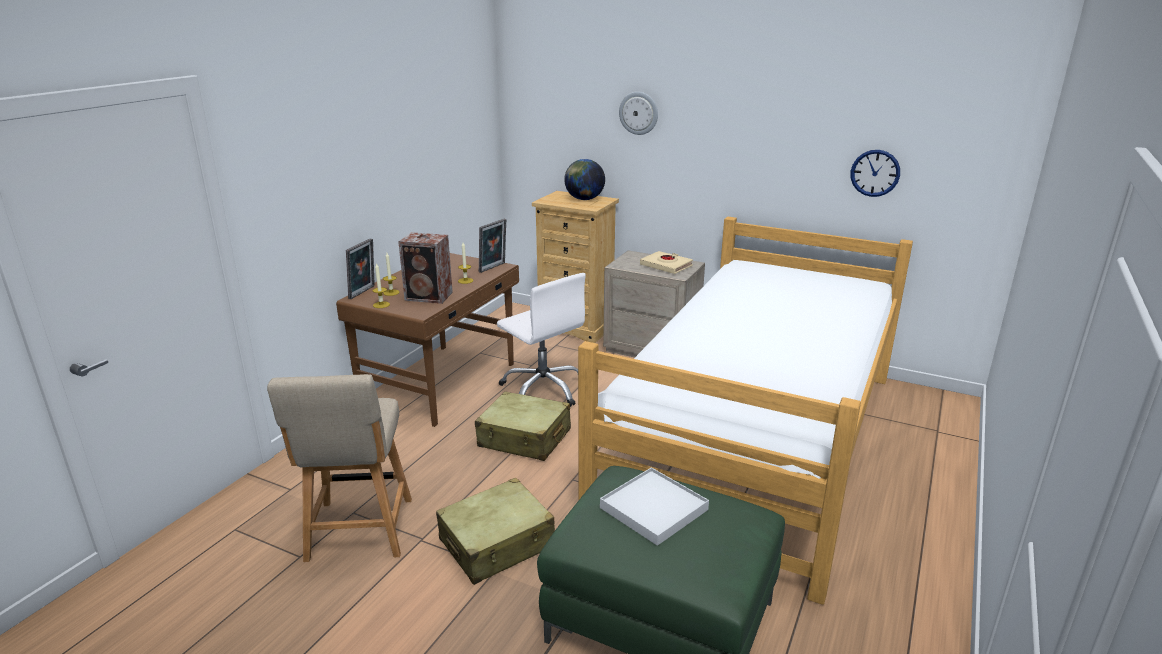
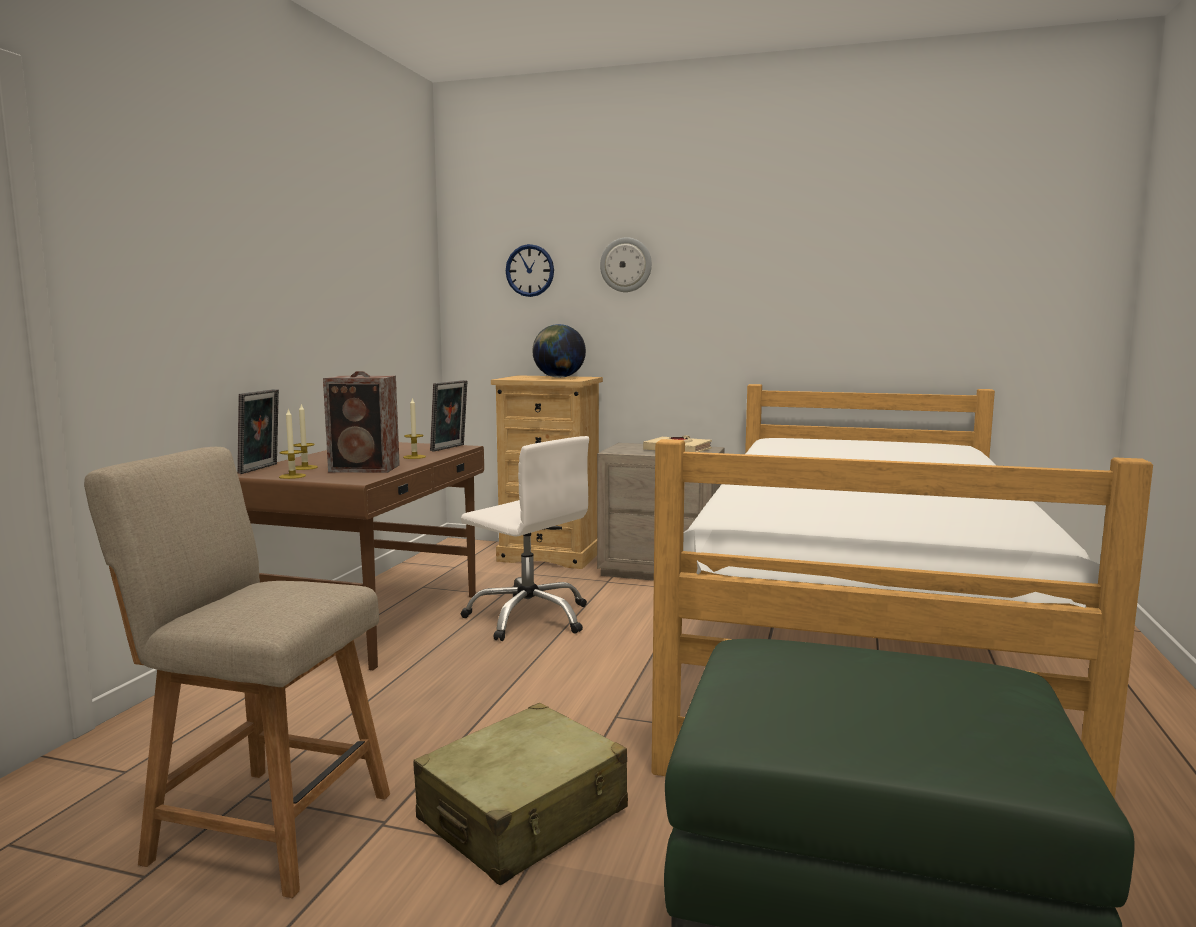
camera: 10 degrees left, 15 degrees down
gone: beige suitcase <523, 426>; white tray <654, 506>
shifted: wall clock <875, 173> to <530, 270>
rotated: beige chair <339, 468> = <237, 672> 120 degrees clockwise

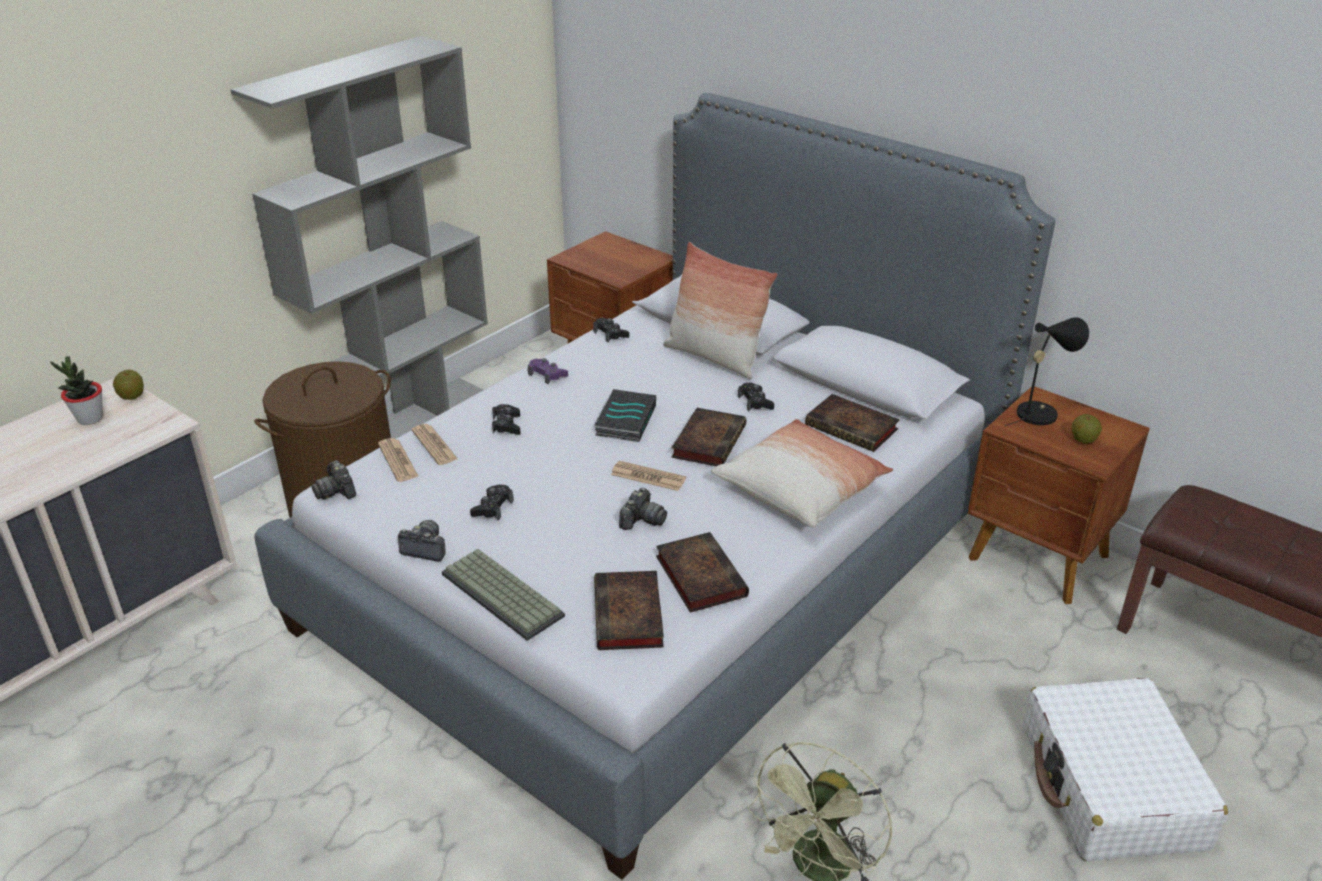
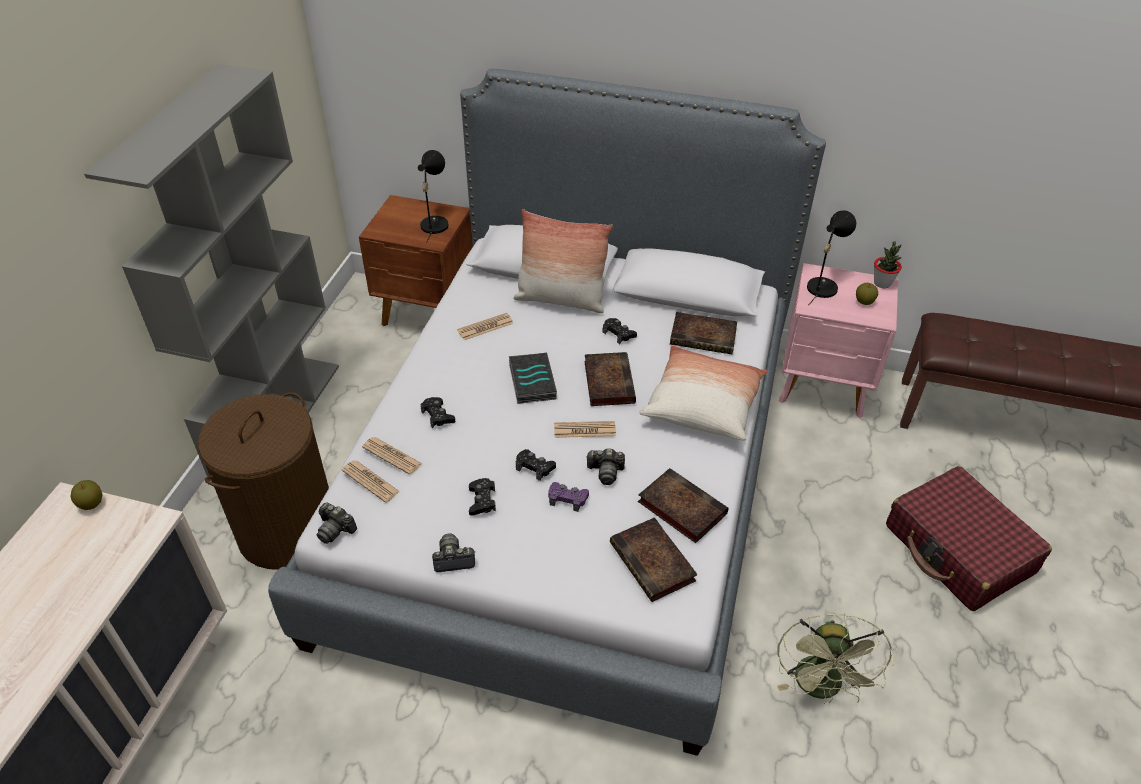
camera: 25 degrees left, 10 degrees up
gone: keyboard <503, 595>
new: black table lamp <433, 196>; newspaper <485, 326>
shifted: potted plant <76, 390> to <888, 264>; purple game controller <548, 371> to <568, 497>; black game controller <611, 330> to <536, 465>
repainted: brown nightstand <1059, 495> to pink nightstand <838, 340>; white suitcase <1125, 769> to red suitcase <969, 538>
rotated: photo camera <643, 509> = <605, 466> 90 degrees clockwise

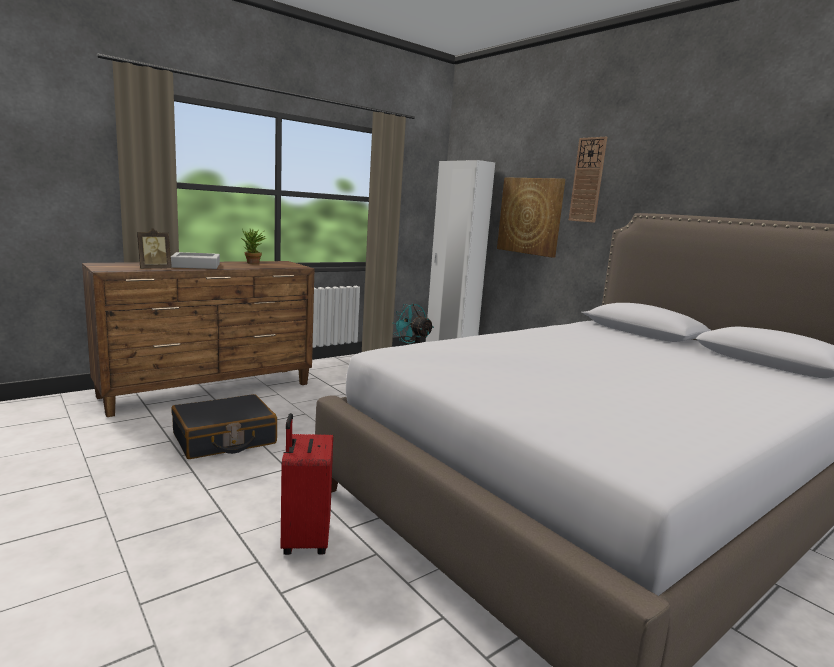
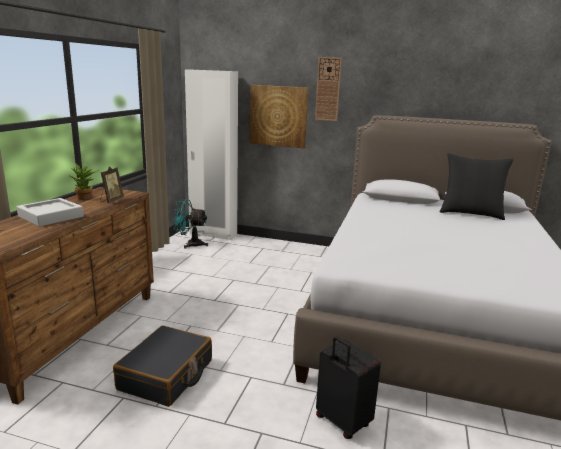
camera: 35 degrees left, 5 degrees up
new: black pillow <477, 186>
shifted: picture frame <154, 248> to <112, 184>
repainted: red suitcase <307, 484> to black suitcase <348, 387>

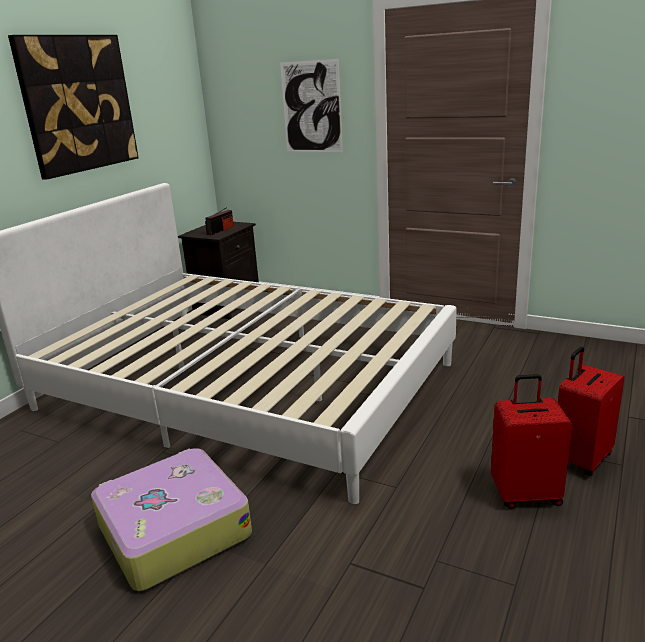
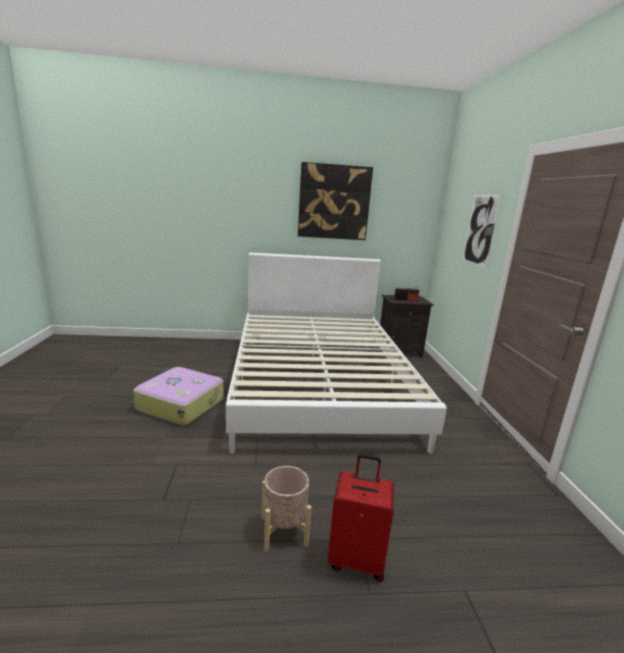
camera: 55 degrees right, 5 degrees down
swapped: red suitcase <531, 441> to beige planter <286, 508>

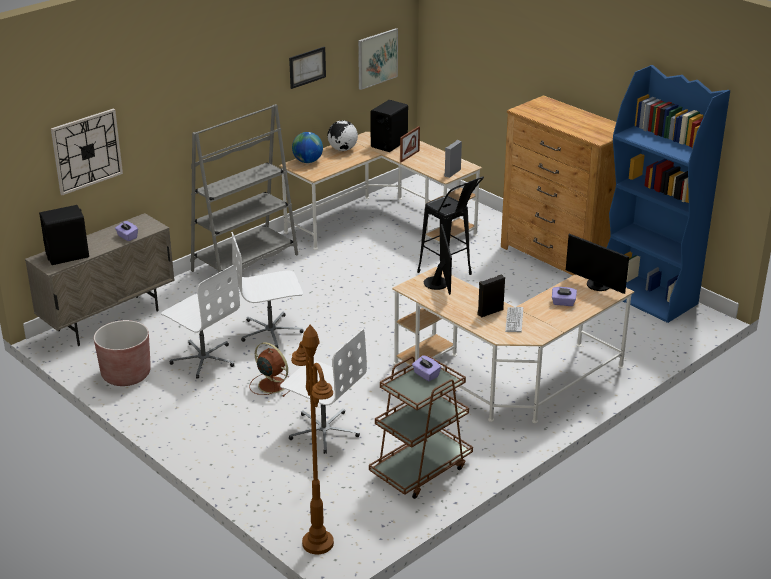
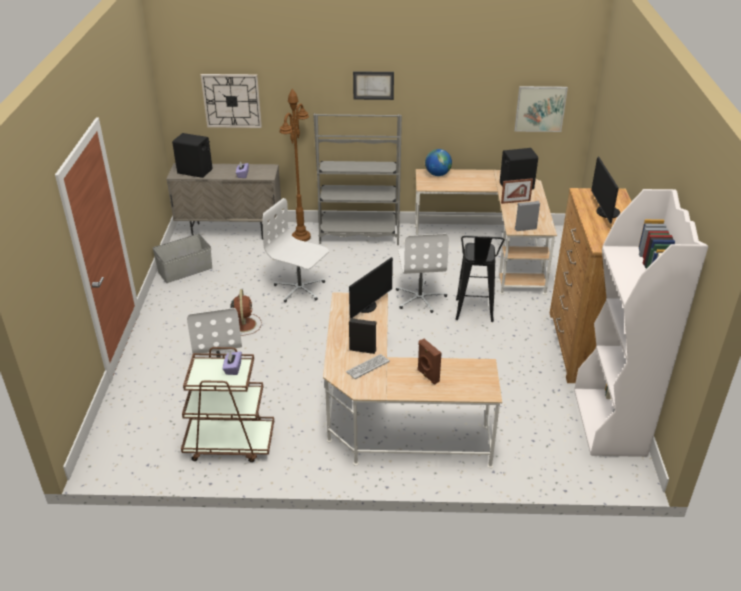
camera: 45 degrees right, 5 degrees up
gone: globe <342, 135>
shifted: white office chair <200, 322> to <422, 273>; picture <307, 68> to <373, 85>; brown floor lamp <312, 440> to <295, 165>; monitor <597, 264> to <605, 190>
swapped: brown planter <122, 353> to grey storage box <182, 258>; purple tissue box <564, 296> to brown speaker <429, 362>
repainted: blue bookcase <668, 194> to white bookcase <641, 323>

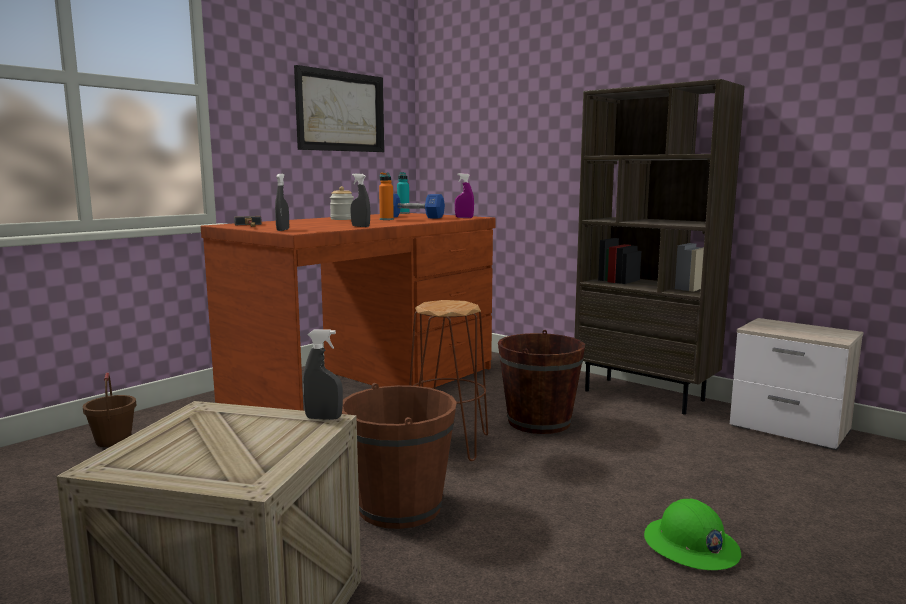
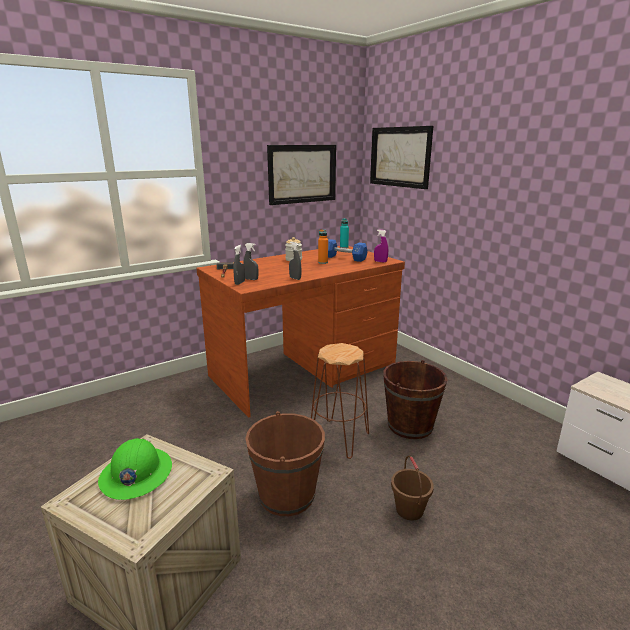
camera: 15 degrees right, 10 degrees up
gone: brown bookcase <659, 247>
new: picture <401, 157>
shifted: brown bucket <109, 409> to <412, 488>; grey spray bottle <322, 374> to <250, 261>; green hard hat <692, 534> to <135, 469>

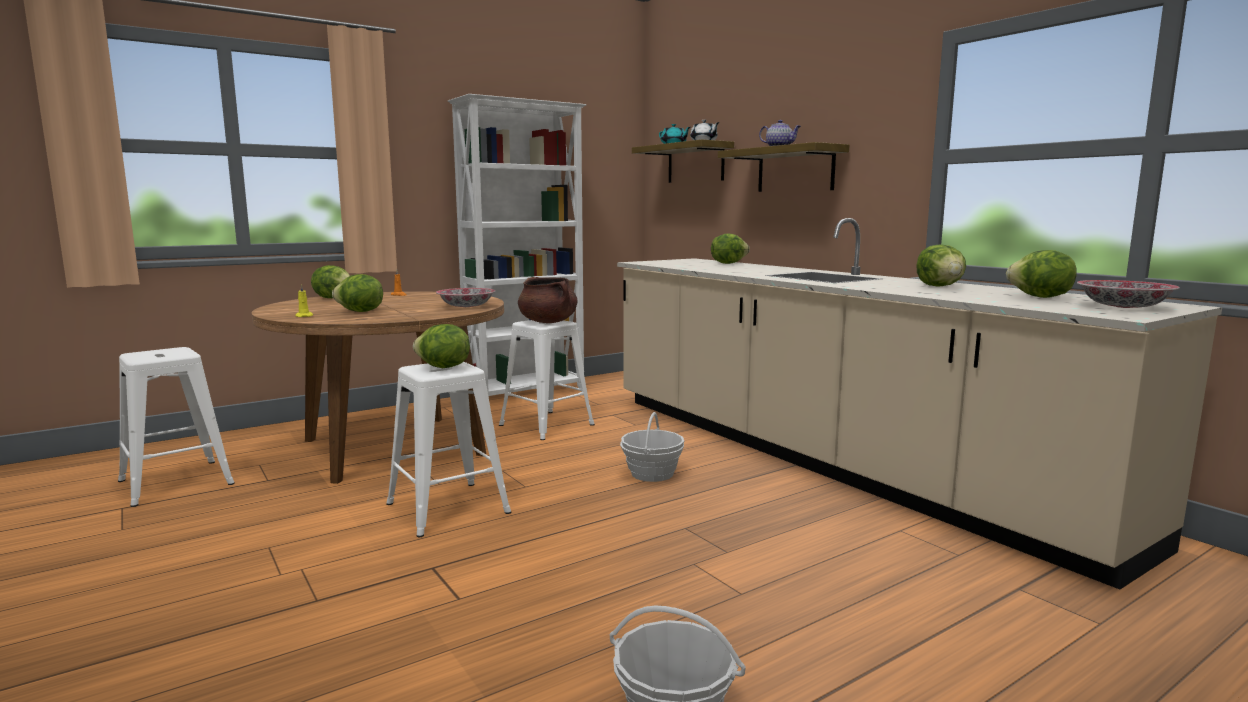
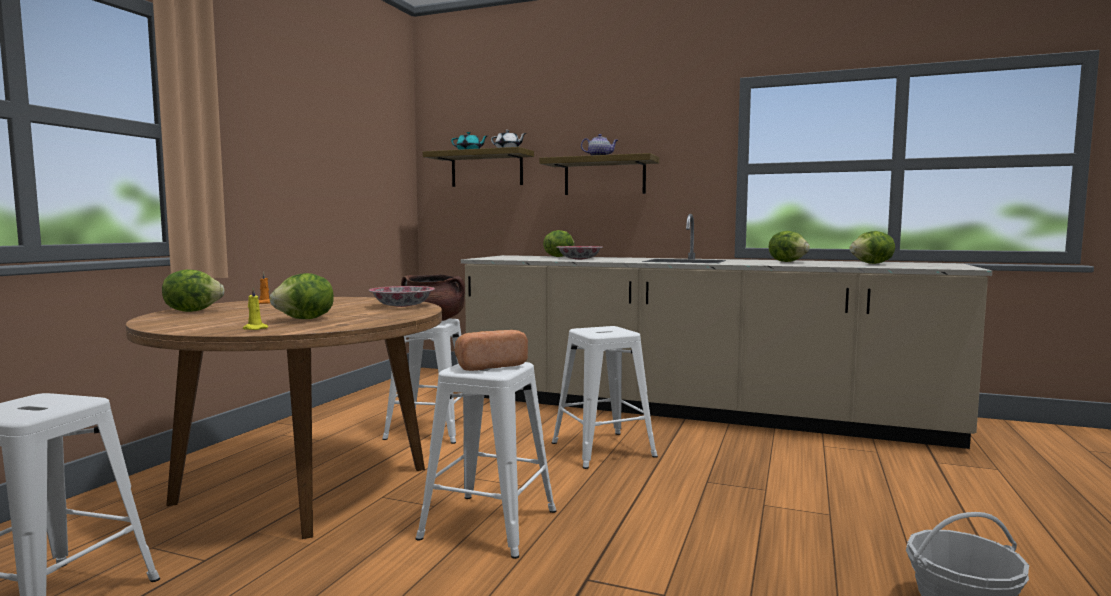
camera: 35 degrees left, 5 degrees down
gone: white bookcase <517, 245>
shifted: bowl <1128, 294> to <579, 253>
swapped: lettuce <441, 346> to bread <491, 350>; basket <652, 447> to white stool <605, 397>

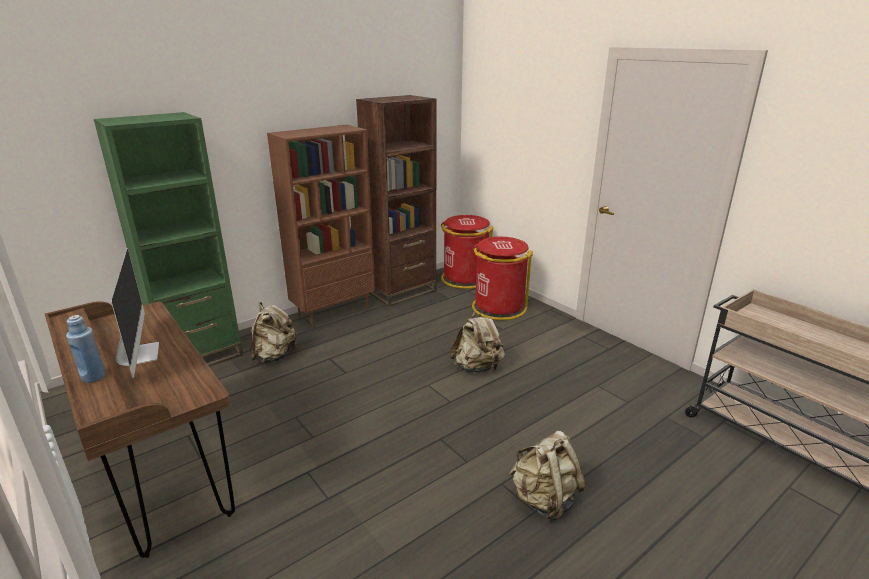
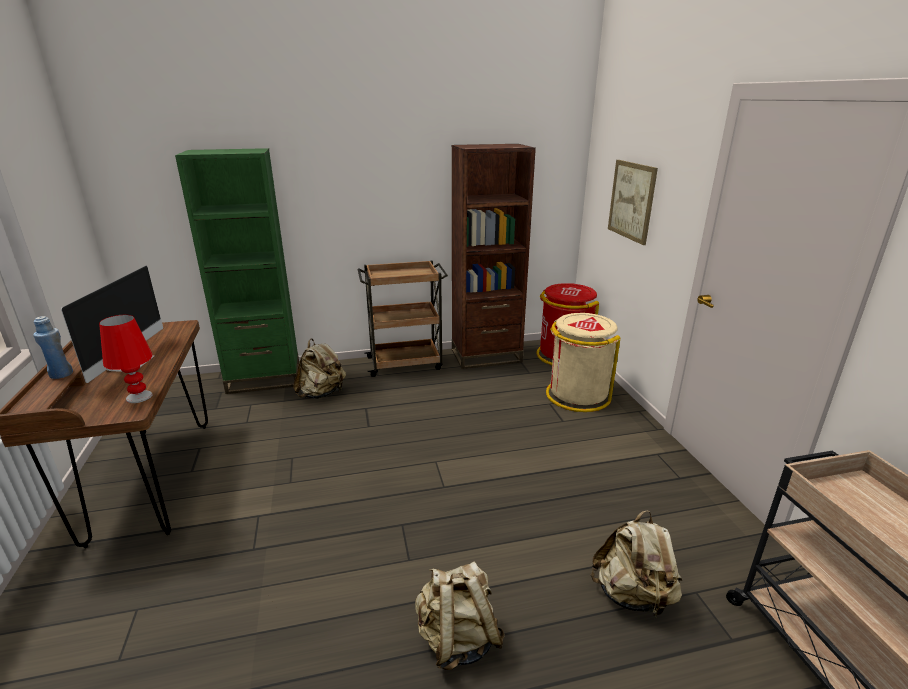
camera: 25 degrees right, 0 degrees up
new: red table lamp <126, 359>; picture <633, 202>
shifted: beige backpack <477, 341> to <636, 564>
swapped: brown bookcase <321, 226> to brown cart <403, 319>
repainted: red trash can <502, 278> to beige trash can <583, 362>

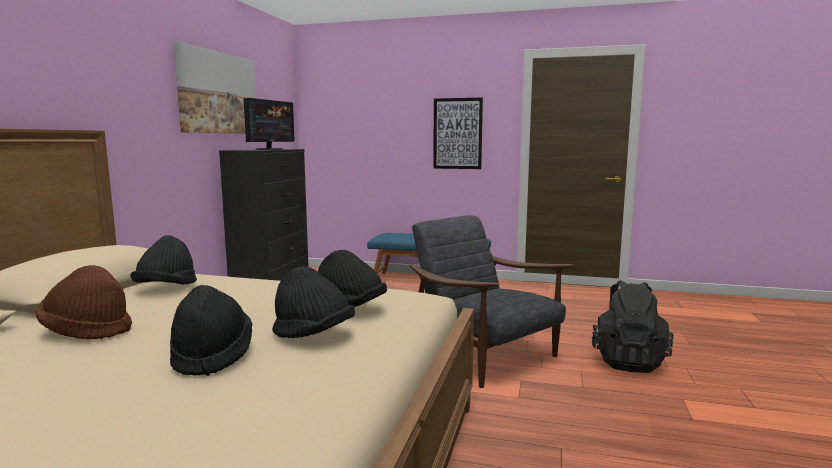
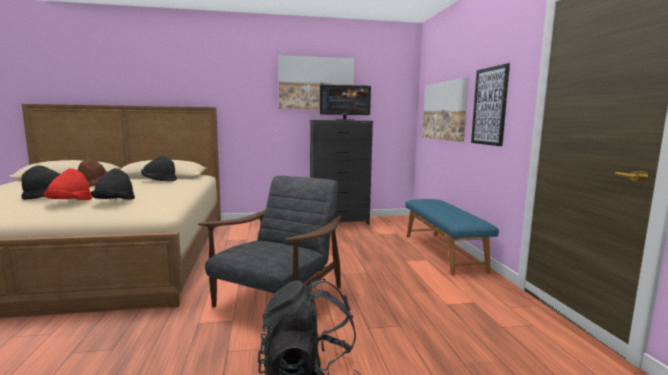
camera: 65 degrees right, 0 degrees up
new: picture <445, 110>
repainted: black hat <313, 302> to red hat <68, 184>

